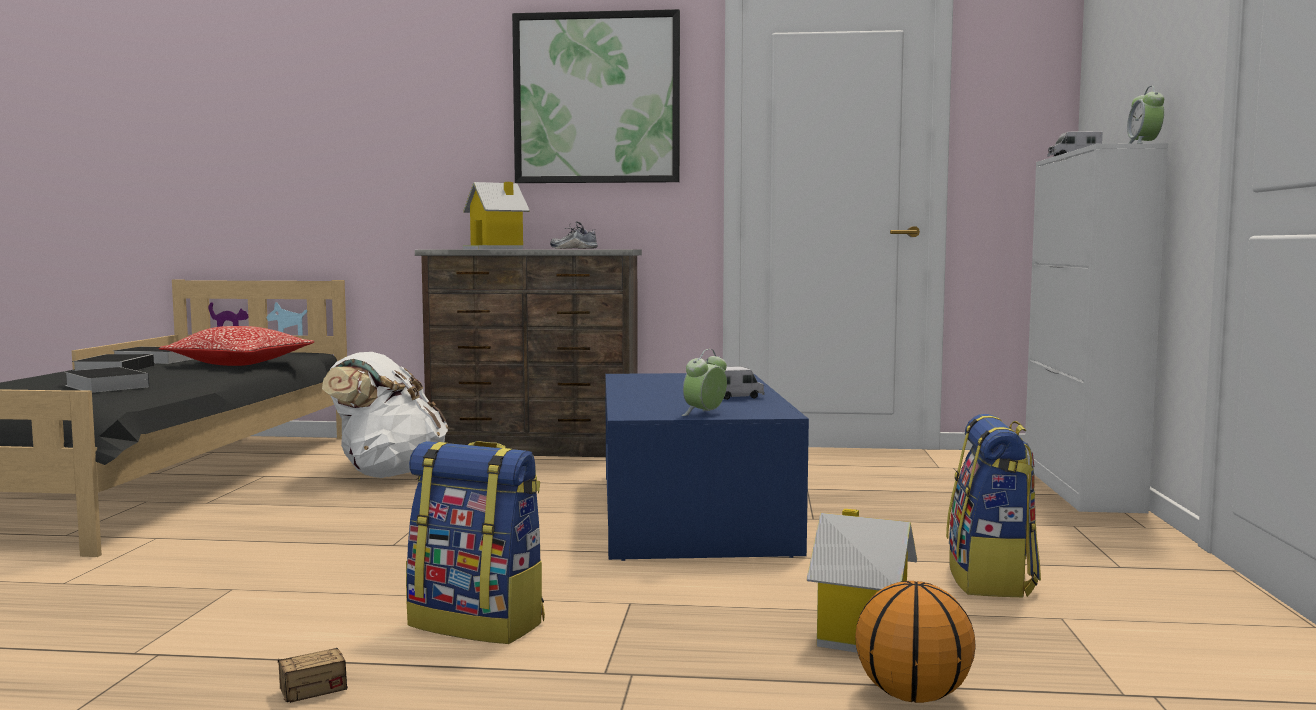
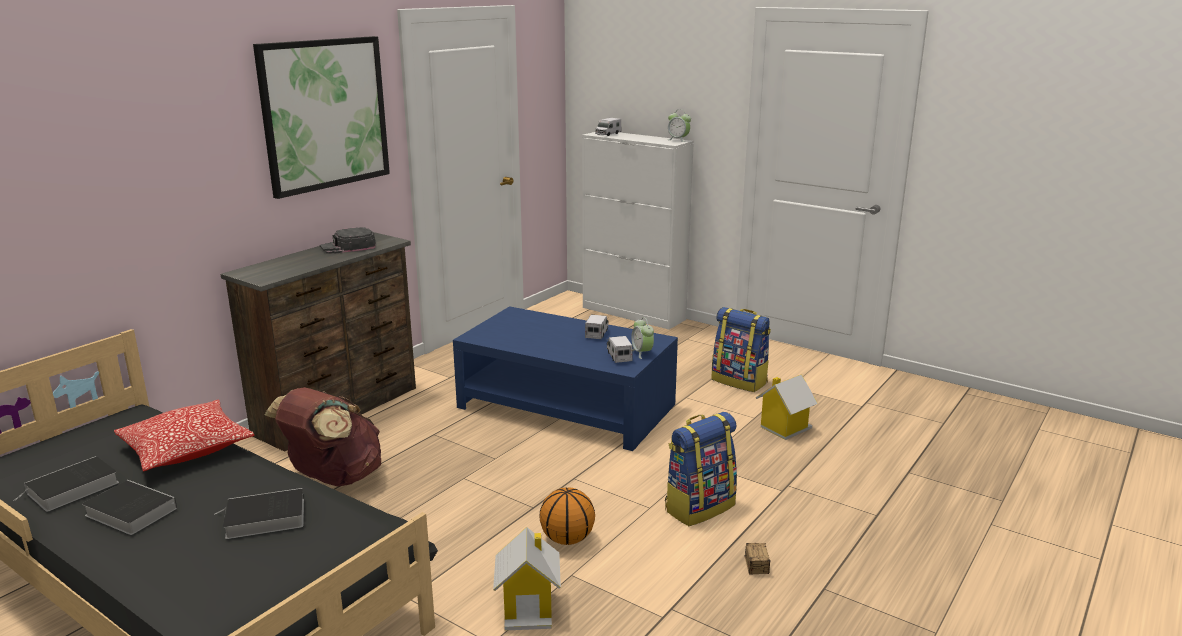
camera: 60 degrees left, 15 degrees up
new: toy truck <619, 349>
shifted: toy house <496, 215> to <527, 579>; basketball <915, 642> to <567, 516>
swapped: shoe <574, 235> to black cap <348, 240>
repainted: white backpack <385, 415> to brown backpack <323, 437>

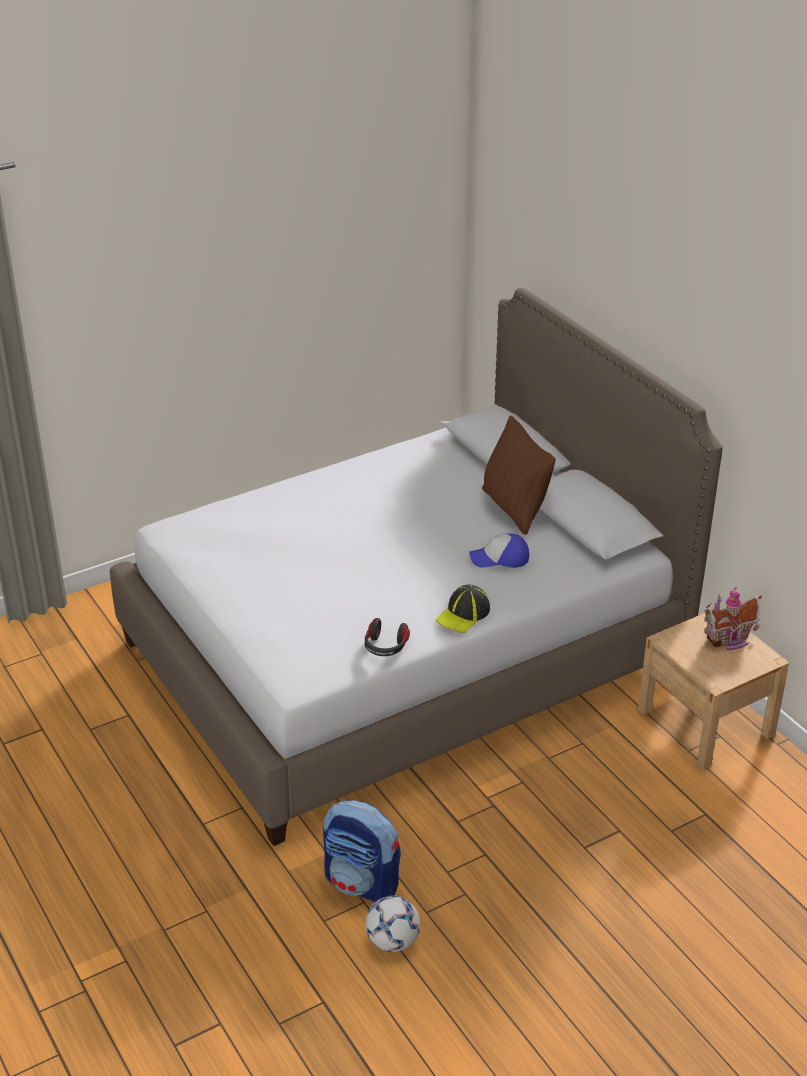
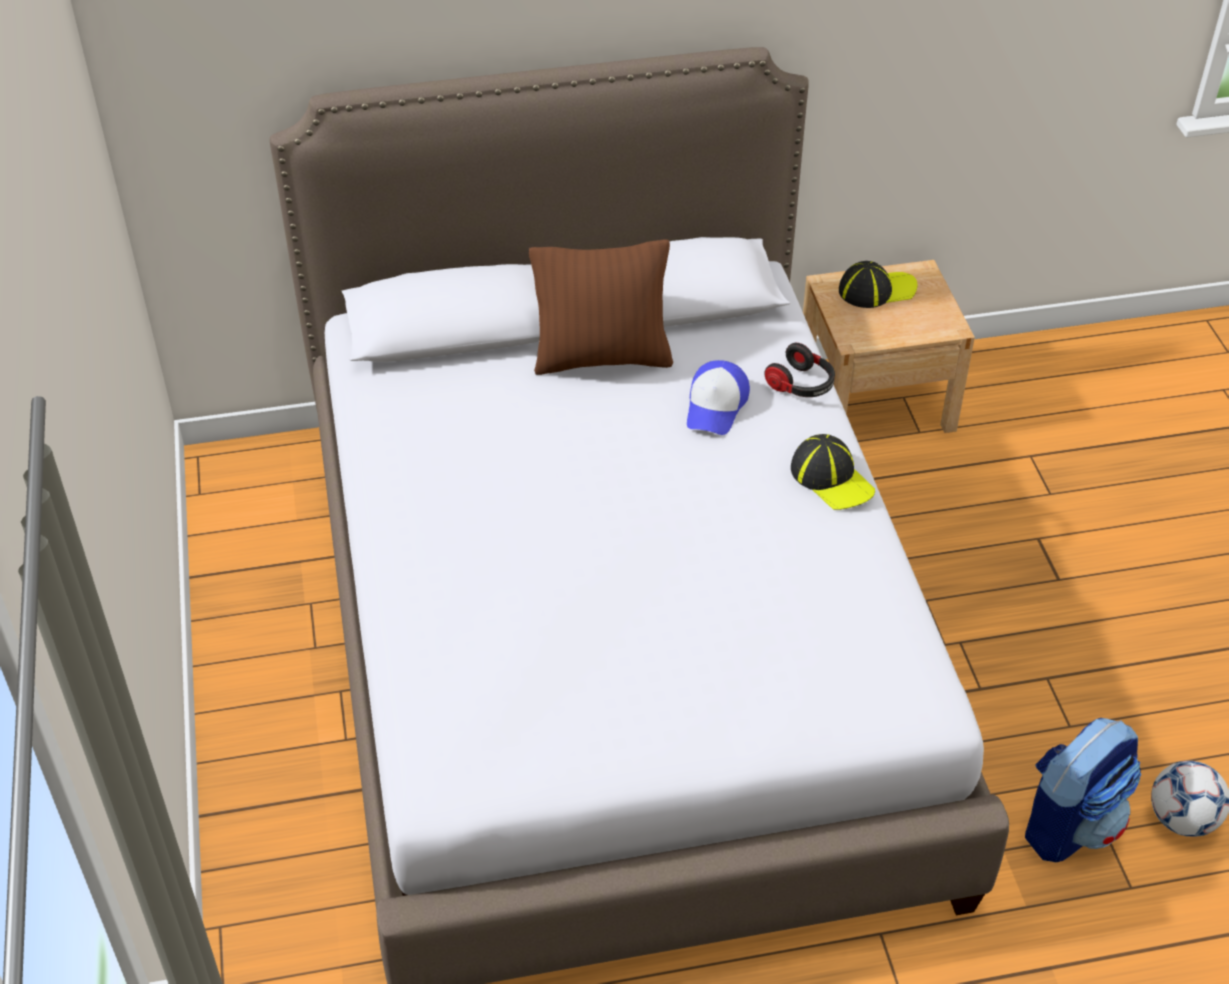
camera: 70 degrees left, 10 degrees up
shifted: headphones <387, 637> to <799, 370>
swapped: toy house <733, 618> to cap <878, 284>

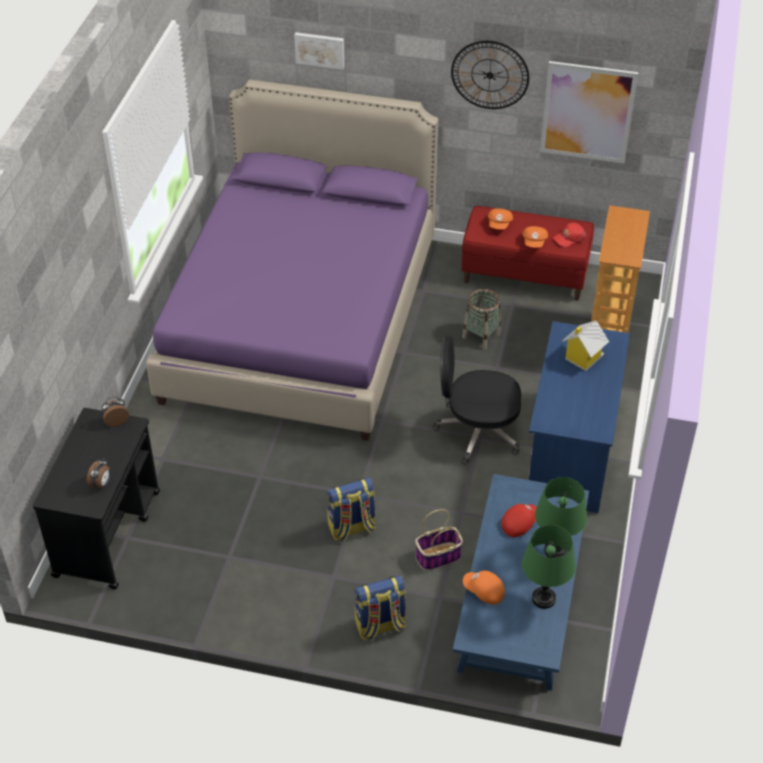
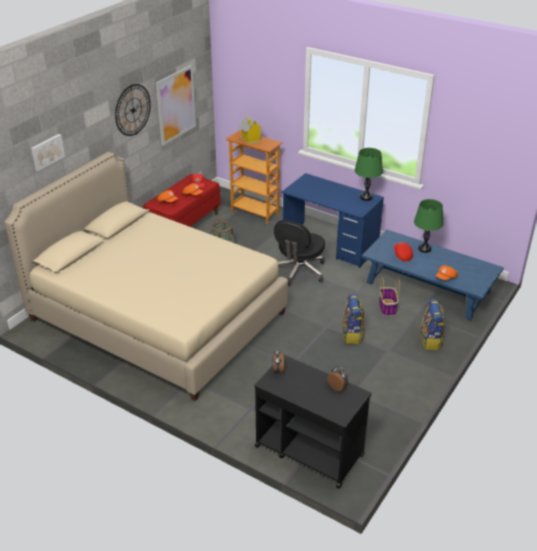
camera: 70 degrees left, 10 degrees down
shifted: green table lamp <549, 567> to <368, 174>; toy house <585, 345> to <251, 129>
repainted: purple bed <292, 260> to beige bed <146, 276>

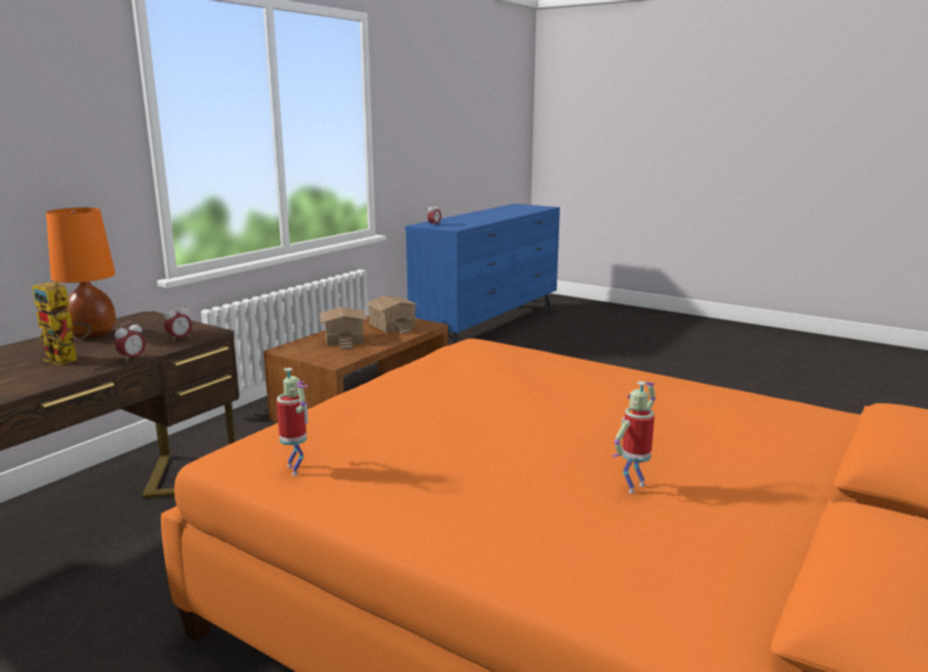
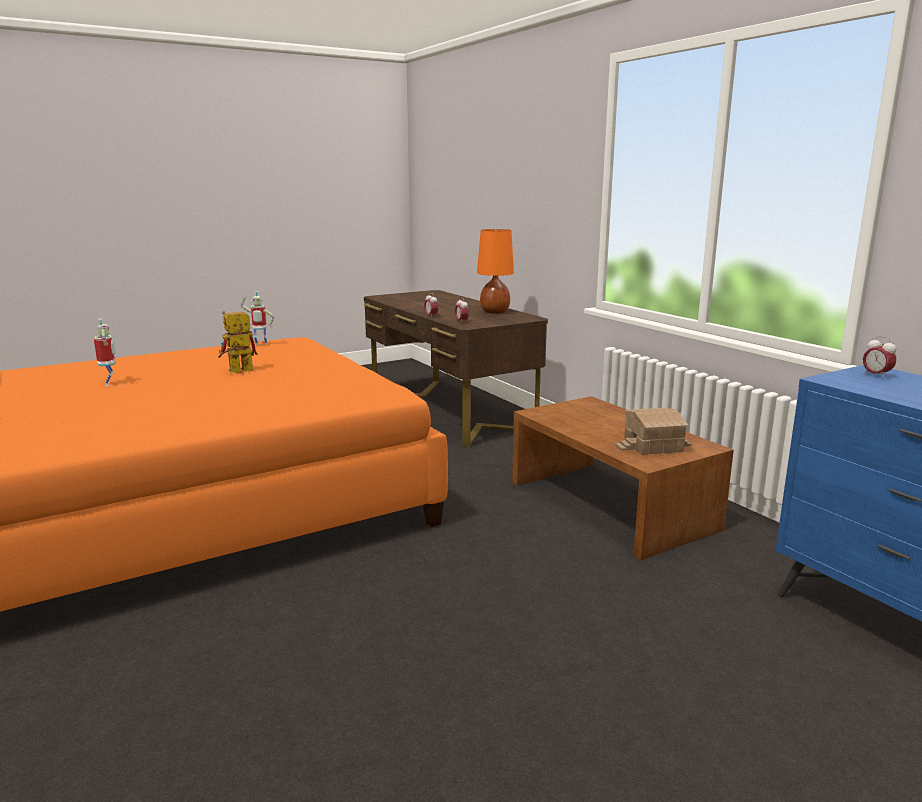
camera: 115 degrees right, 0 degrees up
gone: toy house <343, 328>
shifted: toy robot <61, 324> to <238, 342>

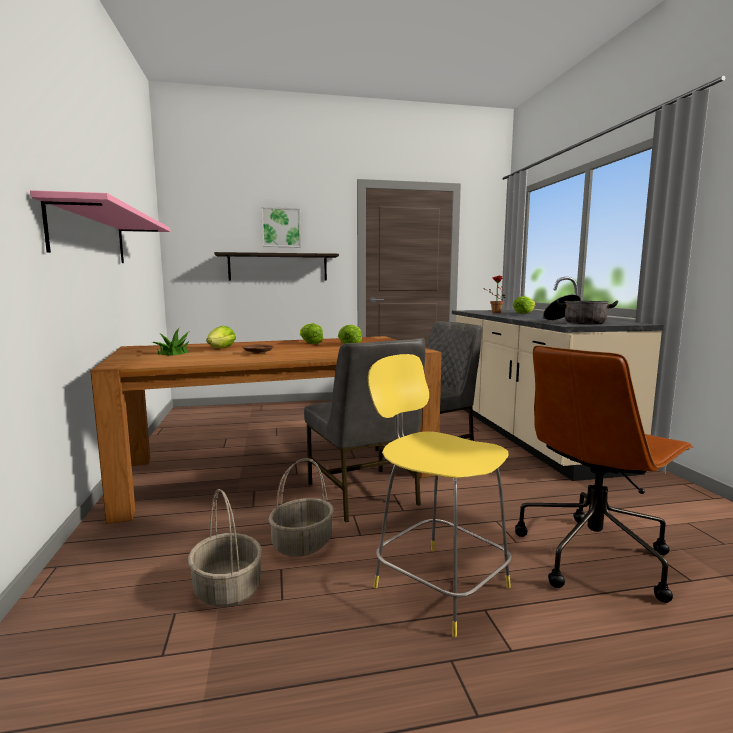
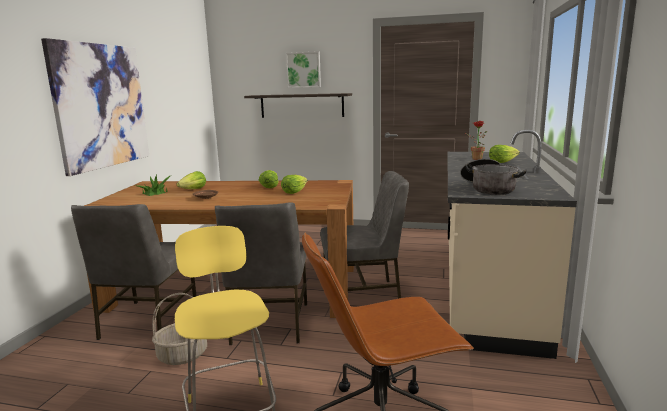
camera: 25 degrees right, 5 degrees up
gone: basket <225, 548>
new: grey chair <134, 272>
swapped: pink shelf <100, 226> to picture <95, 107>

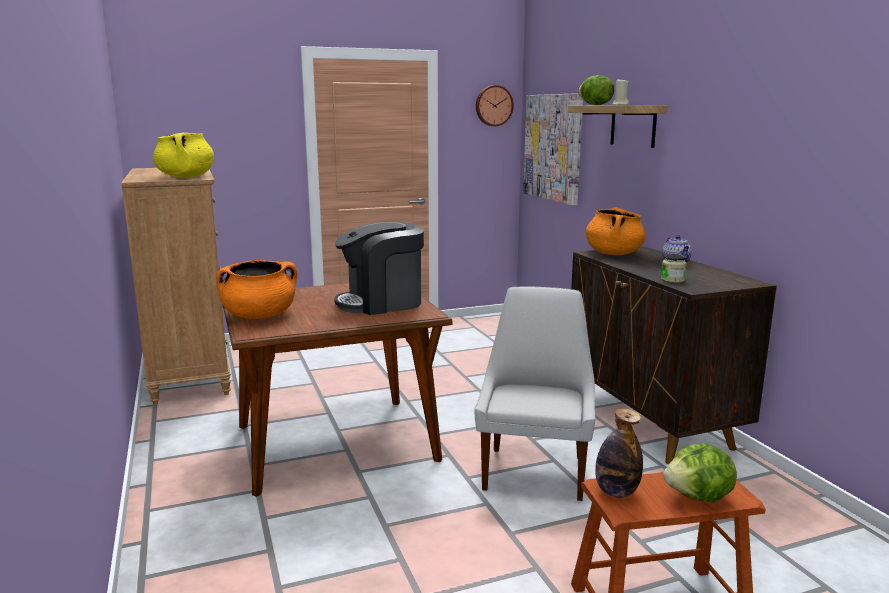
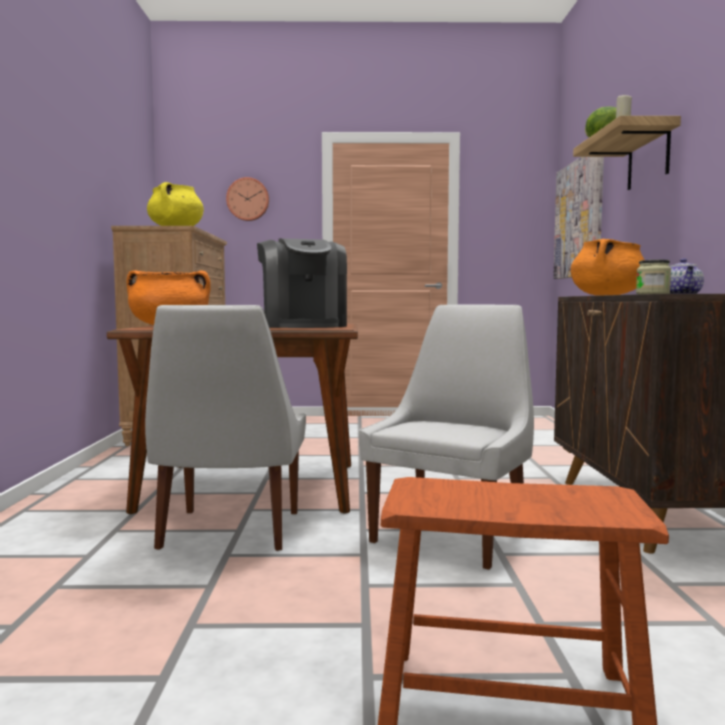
camera: 20 degrees right, 10 degrees down
gone: bottle <619, 453>; lettuce <700, 473>
new: white chair <225, 428>
shifted: wall clock <495, 105> to <247, 199>
rotated: coffee machine <379, 268> = <302, 283> 105 degrees counterclockwise

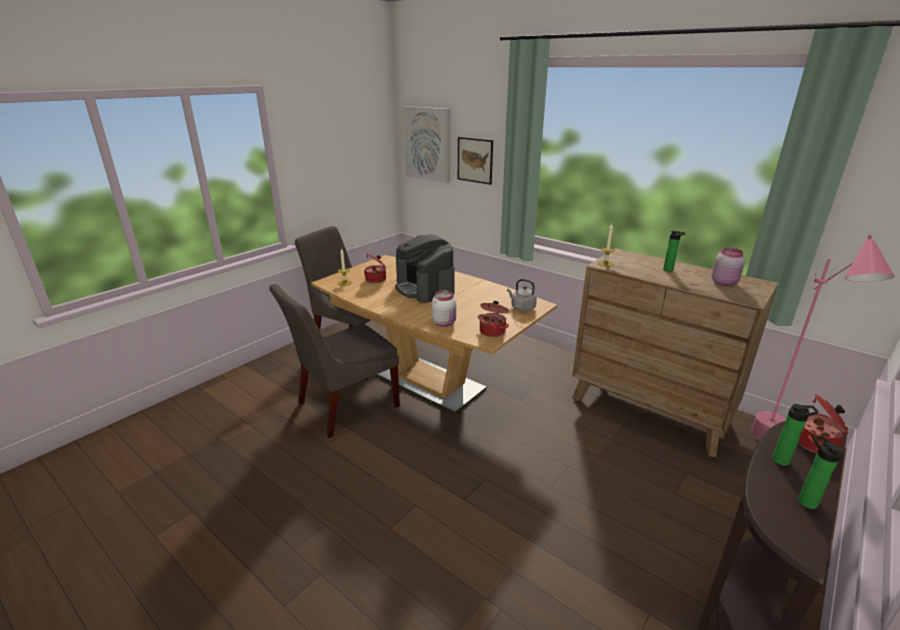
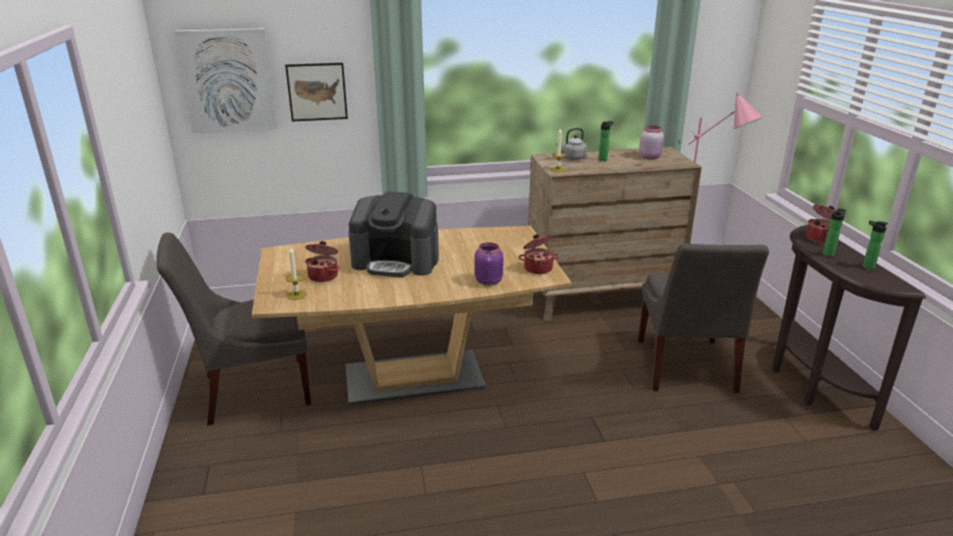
camera: 50 degrees left, 0 degrees up
shifted: grey chair <334, 361> to <703, 318>; grey kettle <522, 295> to <571, 144>
repainted: white jar <444, 308> to purple jar <489, 264>

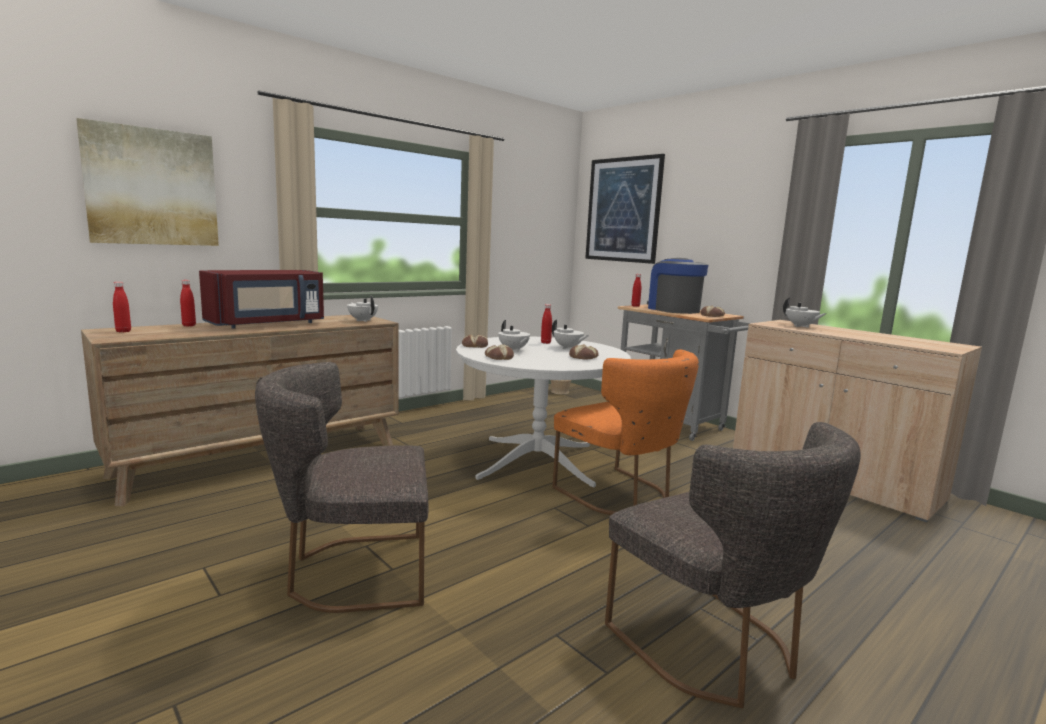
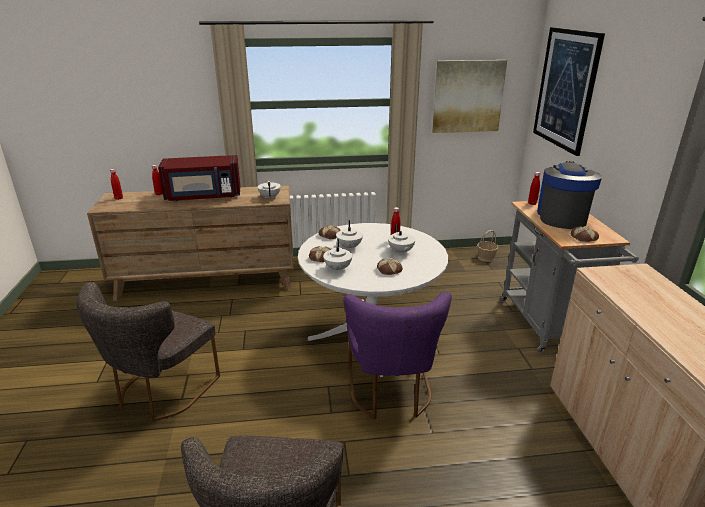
camera: 35 degrees right, 15 degrees up
shifted: picture <147, 182> to <469, 96>; white teapot <805, 313> to <337, 255>
repainted: orange chair <626, 432> to purple chair <397, 355>
rotated: grey chair <342, 487> = <148, 352> 90 degrees counterclockwise

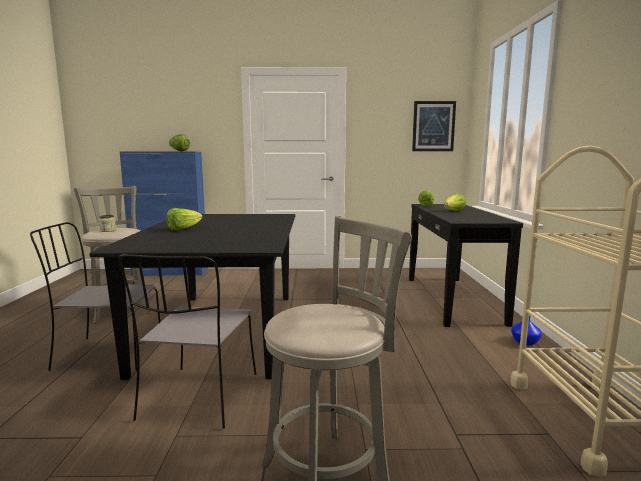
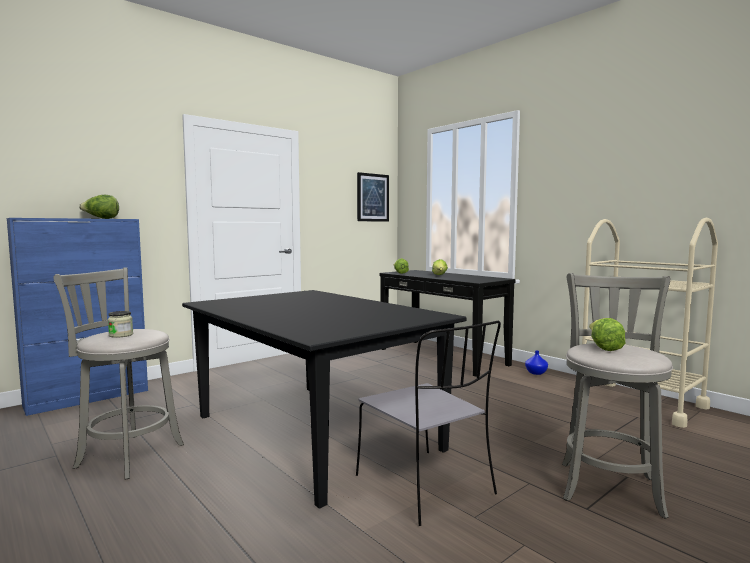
camera: 40 degrees left, 5 degrees down
gone: grey chair <95, 296>
shifted: lettuce <185, 219> to <607, 334>

